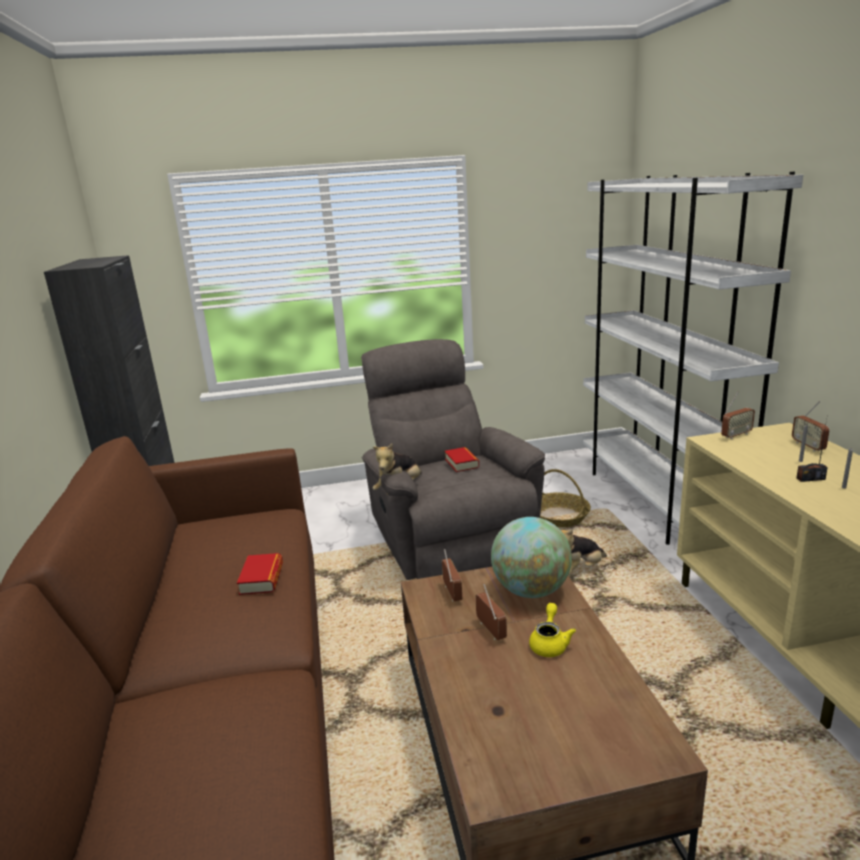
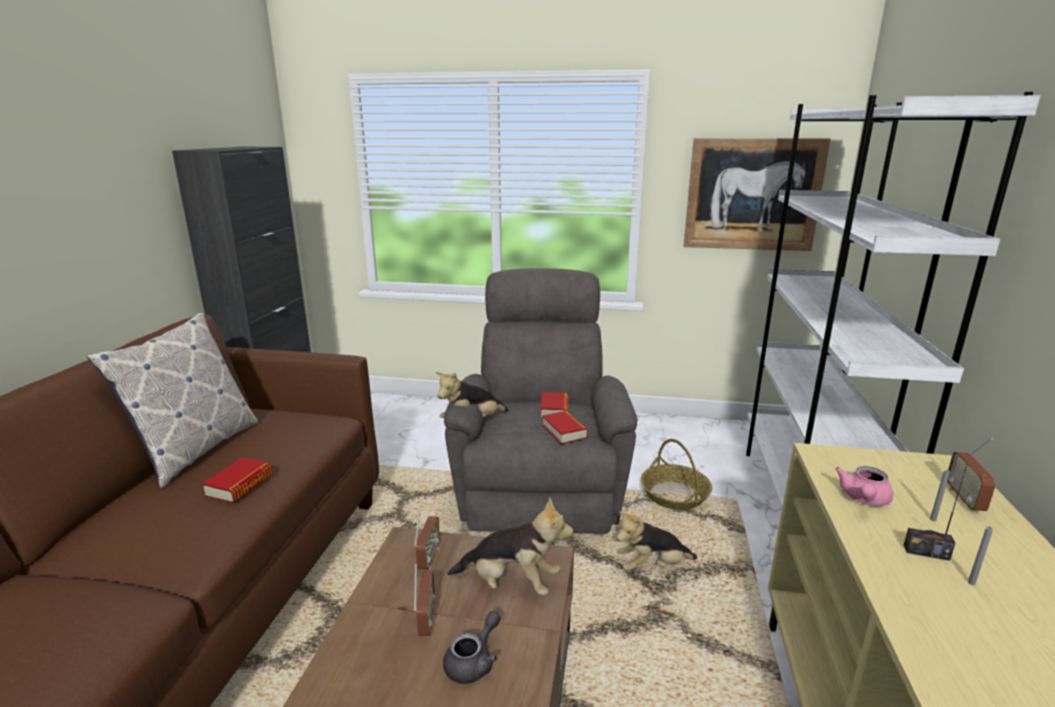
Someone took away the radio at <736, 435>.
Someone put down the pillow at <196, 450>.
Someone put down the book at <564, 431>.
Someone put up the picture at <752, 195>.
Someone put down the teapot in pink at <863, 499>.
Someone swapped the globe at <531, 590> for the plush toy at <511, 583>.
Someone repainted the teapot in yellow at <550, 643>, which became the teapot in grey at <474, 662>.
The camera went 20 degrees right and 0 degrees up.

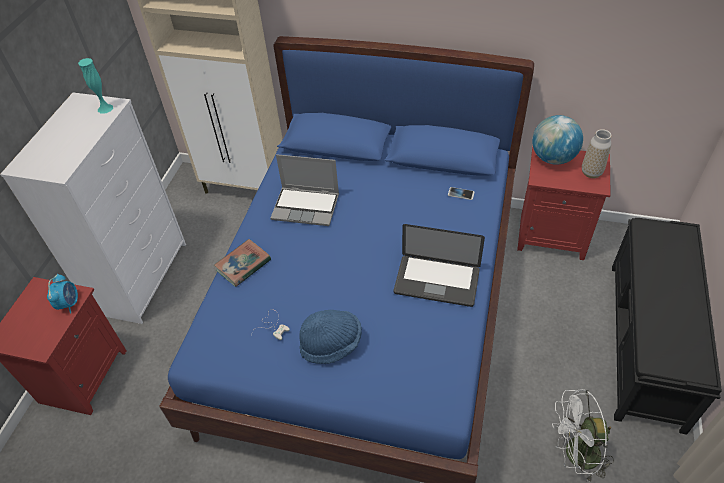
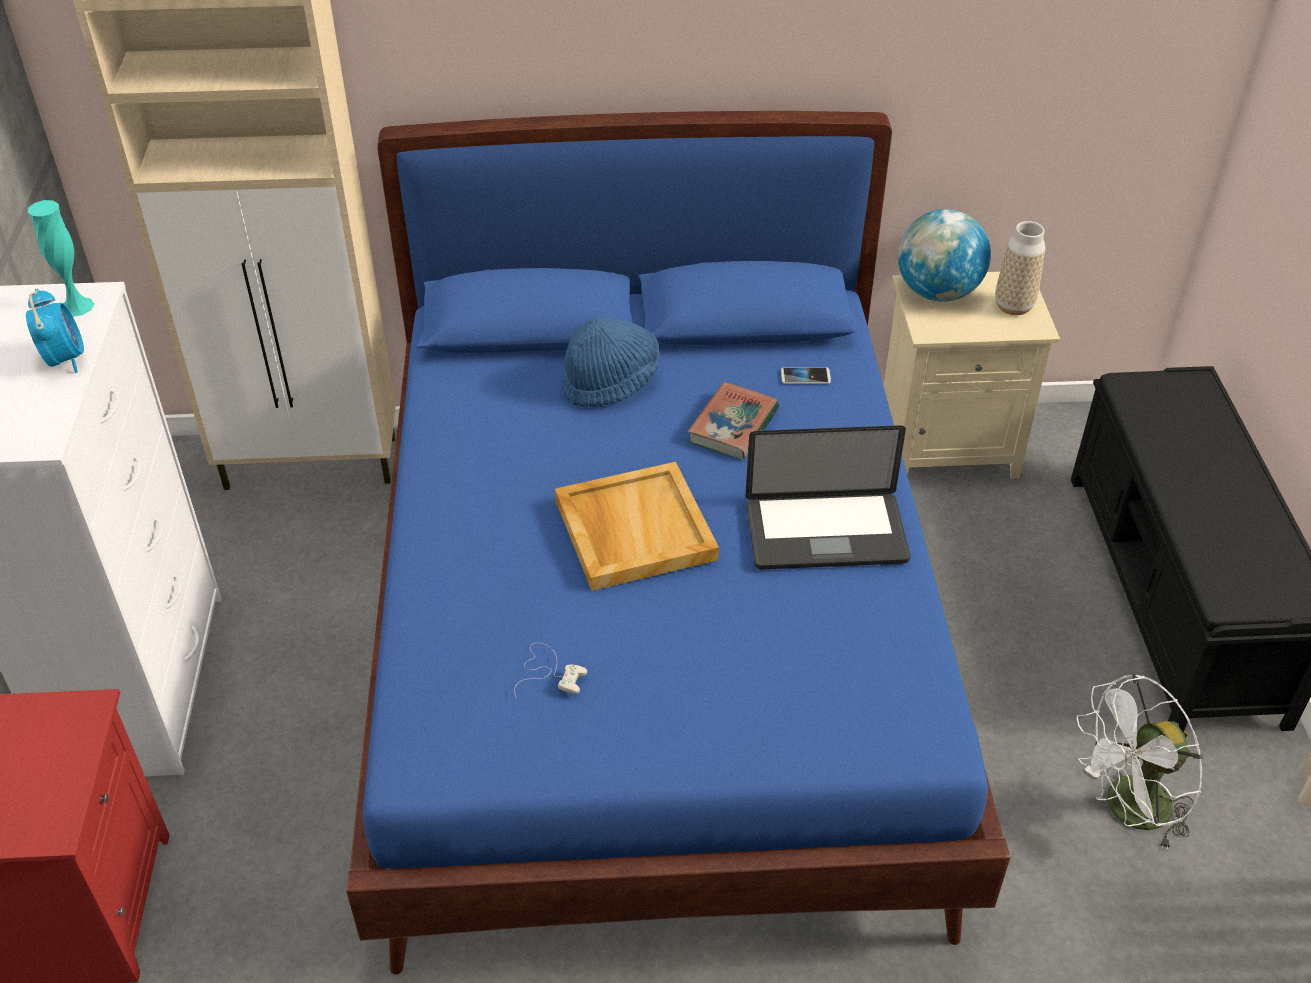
Someone took away the laptop at <307, 207>.
Someone put down the tray in beige at <633, 529>.
Someone carried the alarm clock from <69, 303> to <65, 359>.
Someone carried the book from <243, 265> to <733, 426>.
Someone carried the hat in blue from <331, 344> to <611, 382>.
Someone repainted the nightstand in red at <552, 235>, which became the nightstand in beige at <949, 445>.
The camera went 20 degrees left and 5 degrees down.

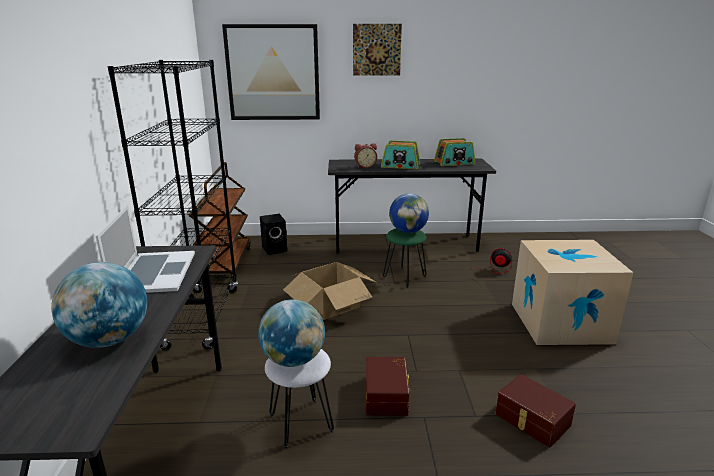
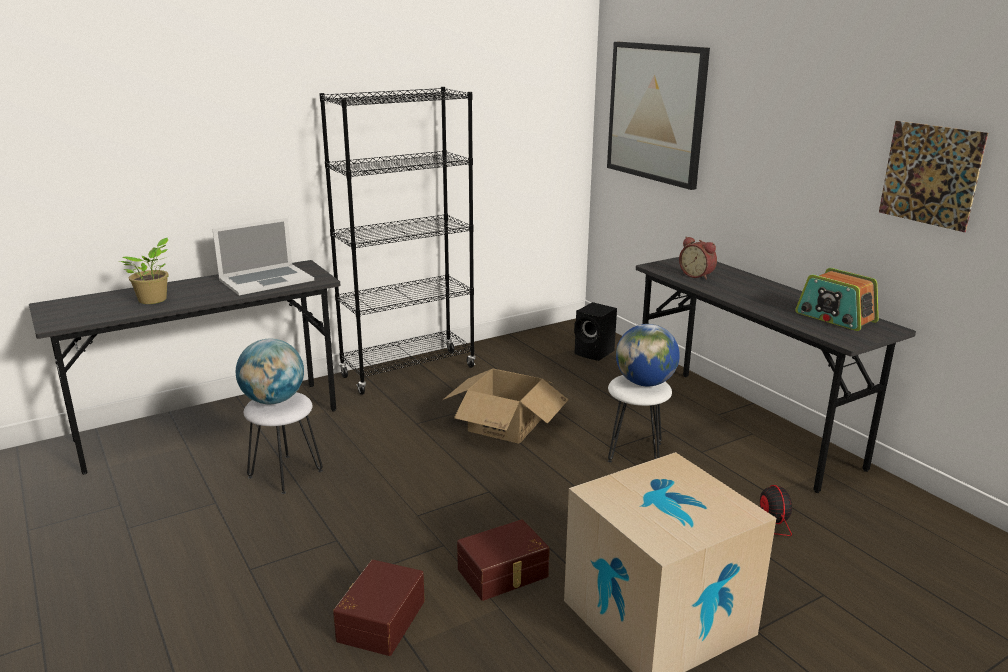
Someone took away the cart in brown at <225, 264>.
Someone took away the radio at <400, 166>.
Someone carried the picture from <376, 50> to <930, 175>.
Someone carried the storage box in brown from <387, 395> to <504, 574>.
Someone swapped the globe at <109, 340> for the potted plant at <154, 300>.
Someone repainted the stool in green at <404, 277>, which became the stool in white at <634, 452>.
The camera went 60 degrees right and 0 degrees up.

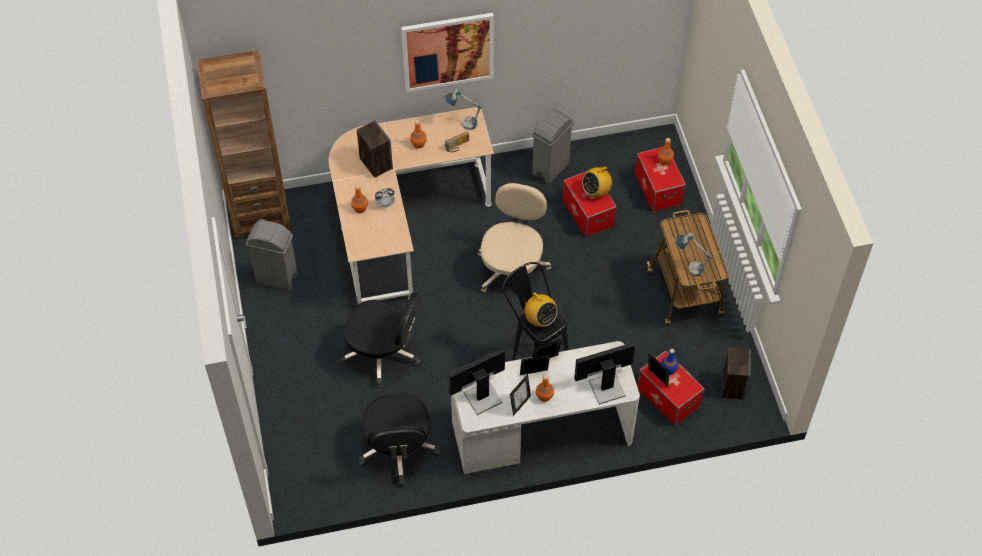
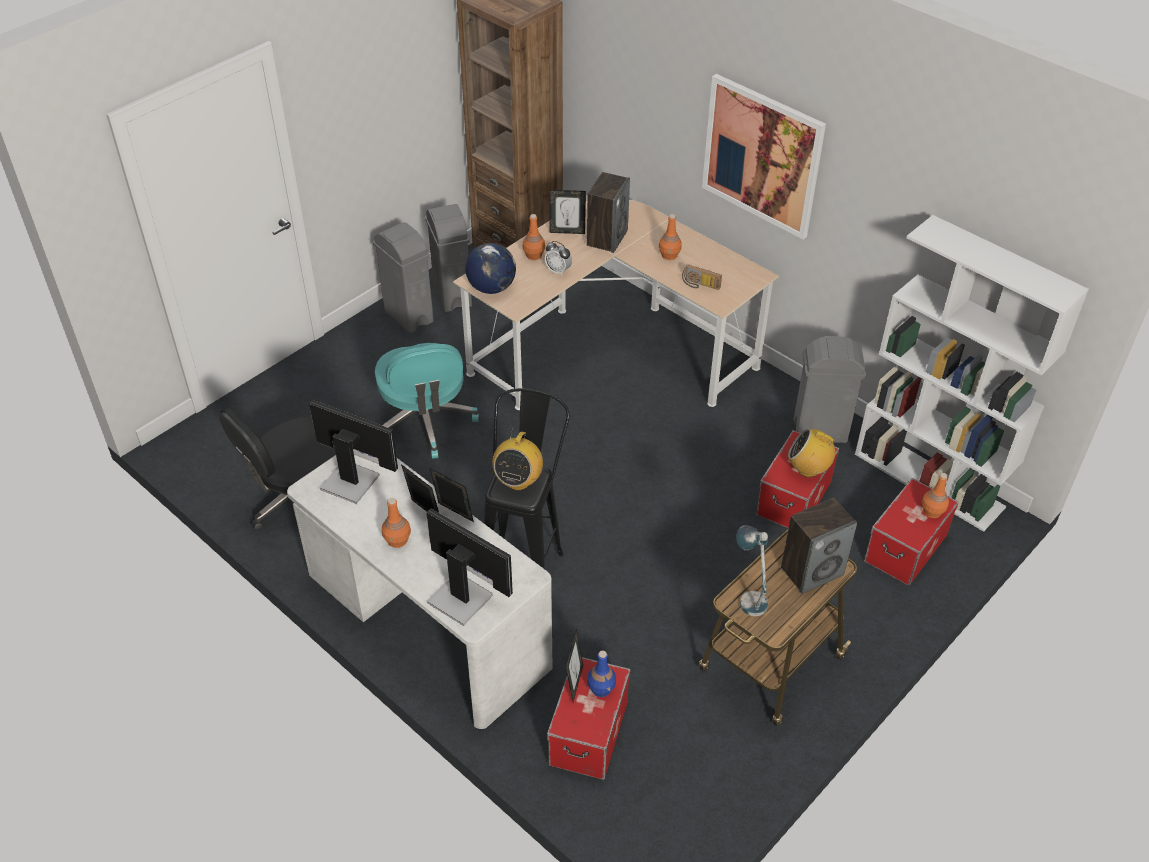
Someone took away the table lamp at <463, 123>.
Someone took away the office chair in beige at <512, 269>.
Someone put down the trash can in grey at <408, 316>.
Someone put down the globe at <491, 287>.
Someone put down the bookcase in white at <930, 480>.
Someone carried the picture frame from <520, 404> to <567, 231>.
Someone carried the speaker from <732, 386> to <812, 571>.
Someone repainted the office chair in black at <383, 353>, which became the office chair in turquoise at <425, 422>.
The camera went 55 degrees right and 10 degrees down.

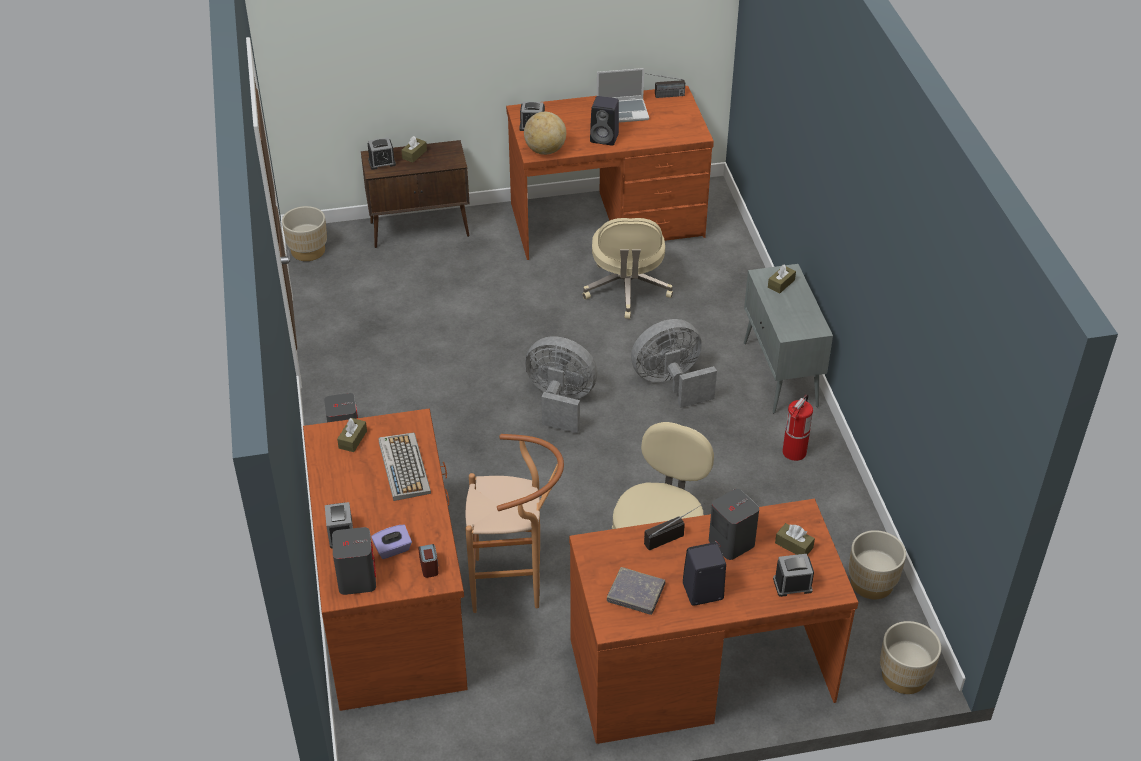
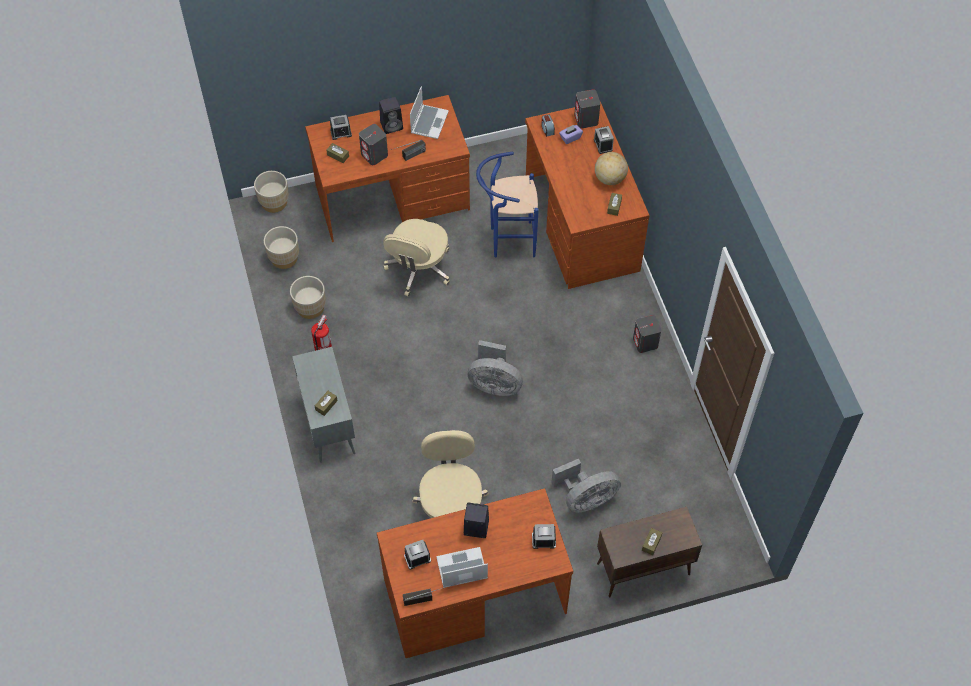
Someone took away the keyboard at <403, 466>.
Someone carried the planter in beige from <308, 251> to <310, 307>.
Someone carried the alarm clock from <382, 162> to <417, 558>.
Someone carried the globe from <545, 150> to <610, 178>.
Someone carried the fan in grey from <671, 383> to <585, 499>.
Someone swapped the book in grey at <635, 593> for the laptop at <429, 122>.
Someone repainted the stool in brown at <515, 585>, which became the stool in blue at <507, 241>.
The camera went 175 degrees right and 15 degrees up.

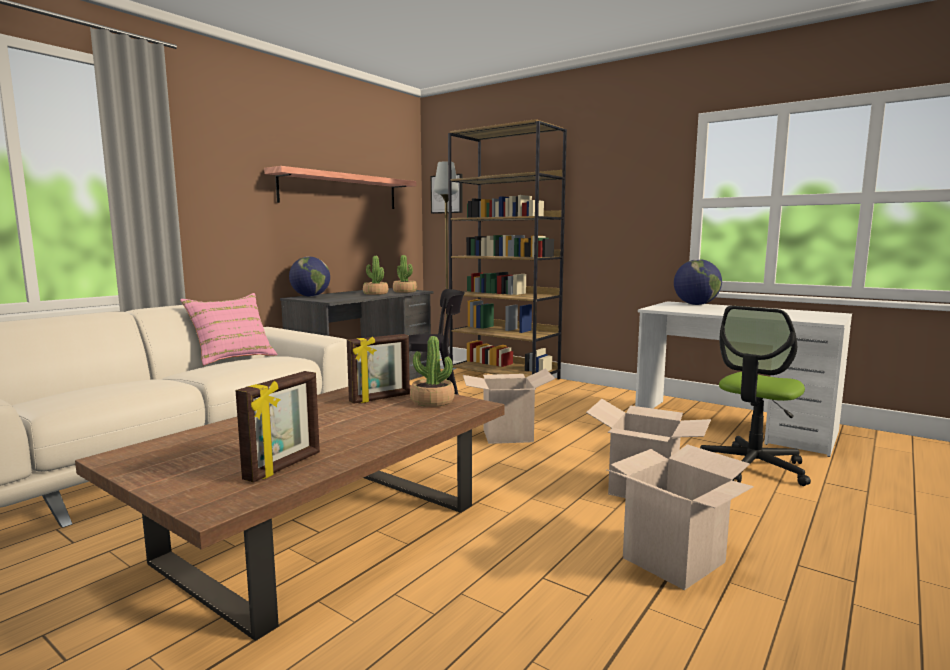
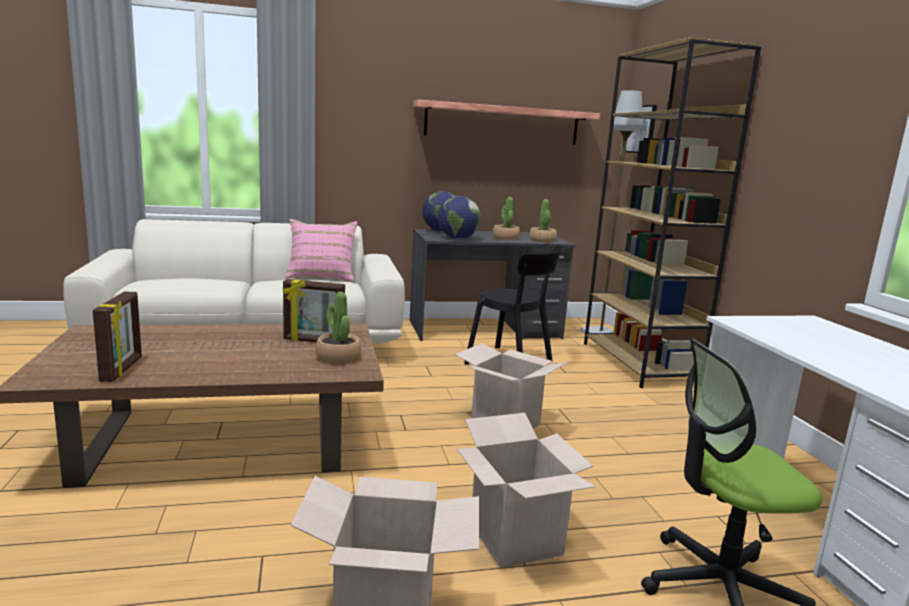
Someone carried the globe from <695, 304> to <458, 238>.
Someone rotated the picture frame at <284, 466> by 75 degrees counterclockwise.
The camera went 40 degrees right and 5 degrees up.

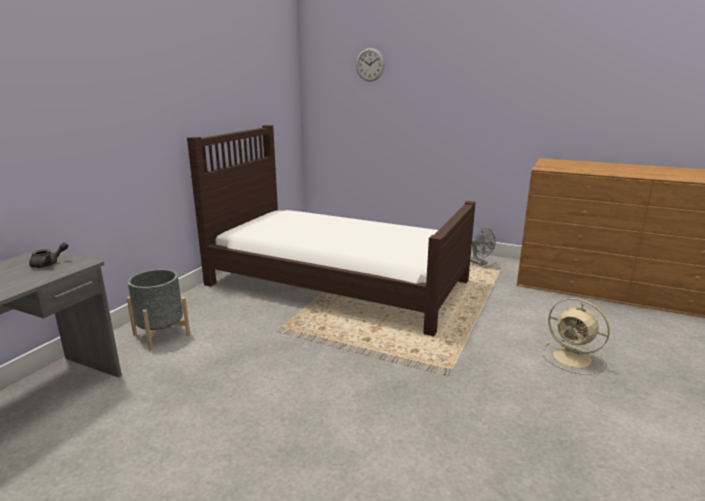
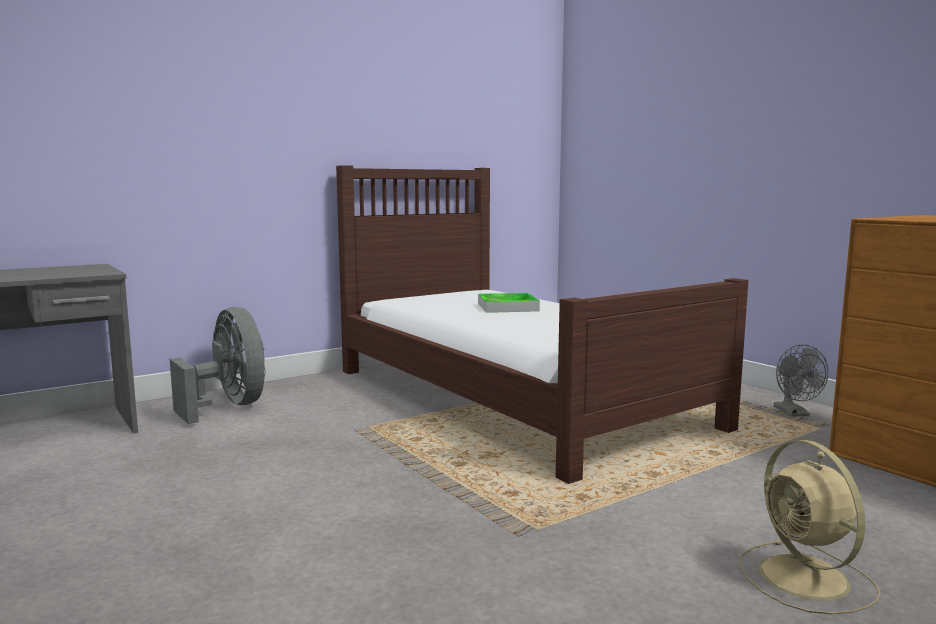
Someone took away the teapot in grey at <49, 264>.
Someone took away the wall clock at <370, 64>.
Someone put down the tray at <507, 307>.
Someone swapped the planter in grey at <161, 334> for the fan in grey at <229, 406>.
The camera went 30 degrees right and 10 degrees down.

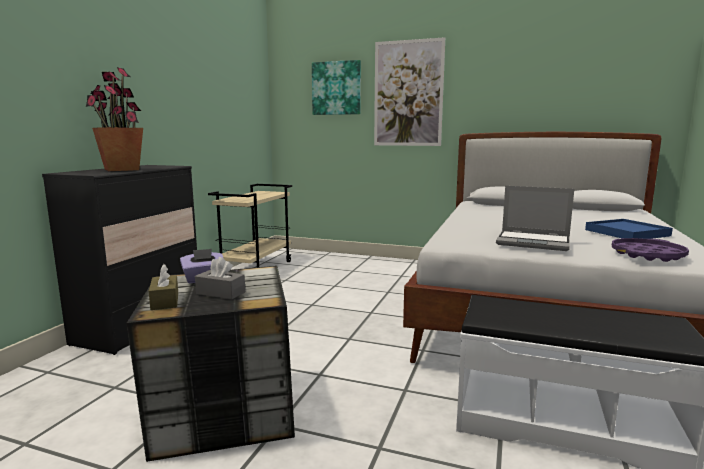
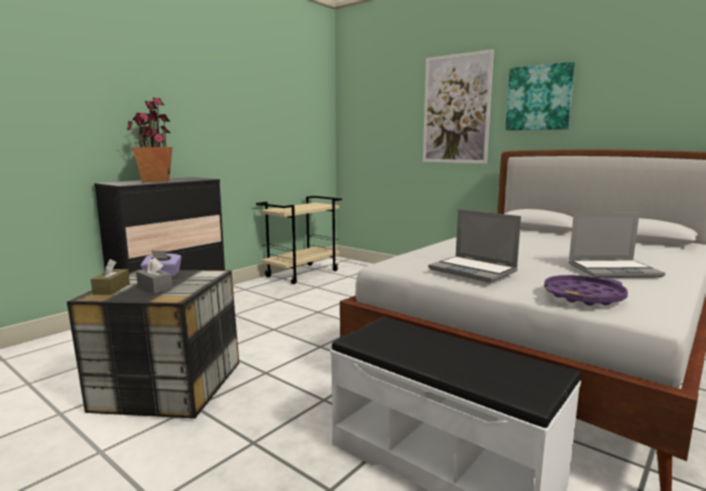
Someone carried the picture from <336, 88> to <539, 98>.
Someone swapped the tray in blue at <626, 233> for the laptop at <613, 270>.
The camera went 20 degrees right and 0 degrees up.

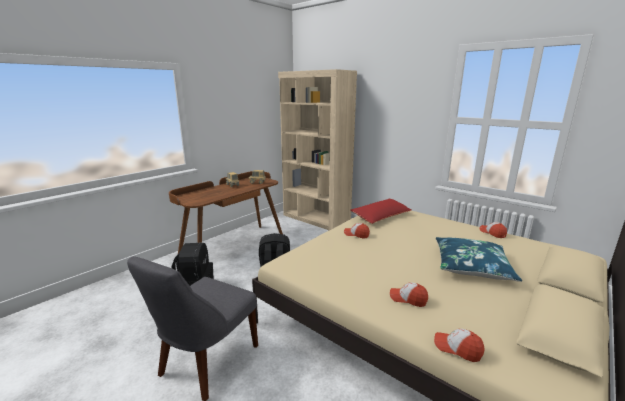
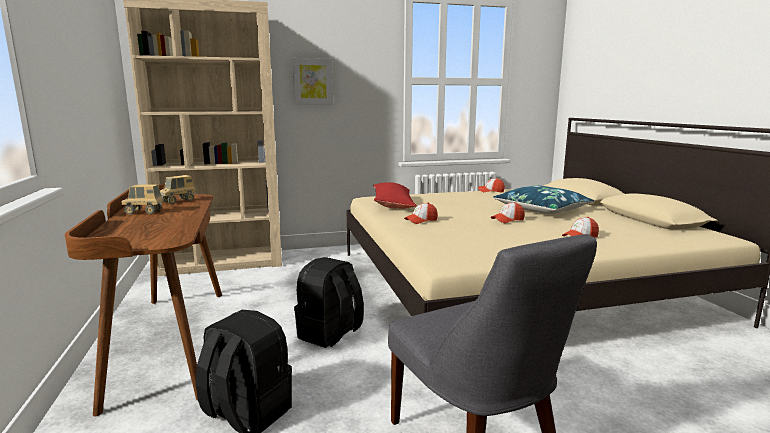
Someone put up the picture at <312, 81>.
Someone carried the cap from <457, 348> to <507, 220>.
The camera went 55 degrees left and 5 degrees down.

